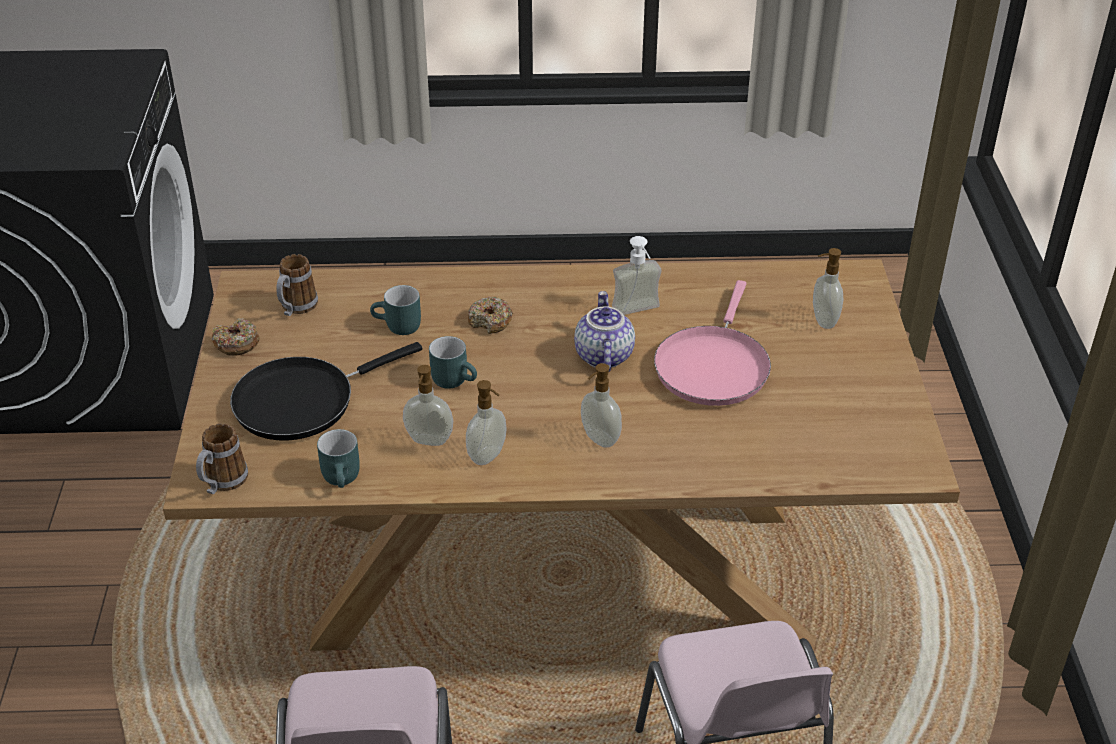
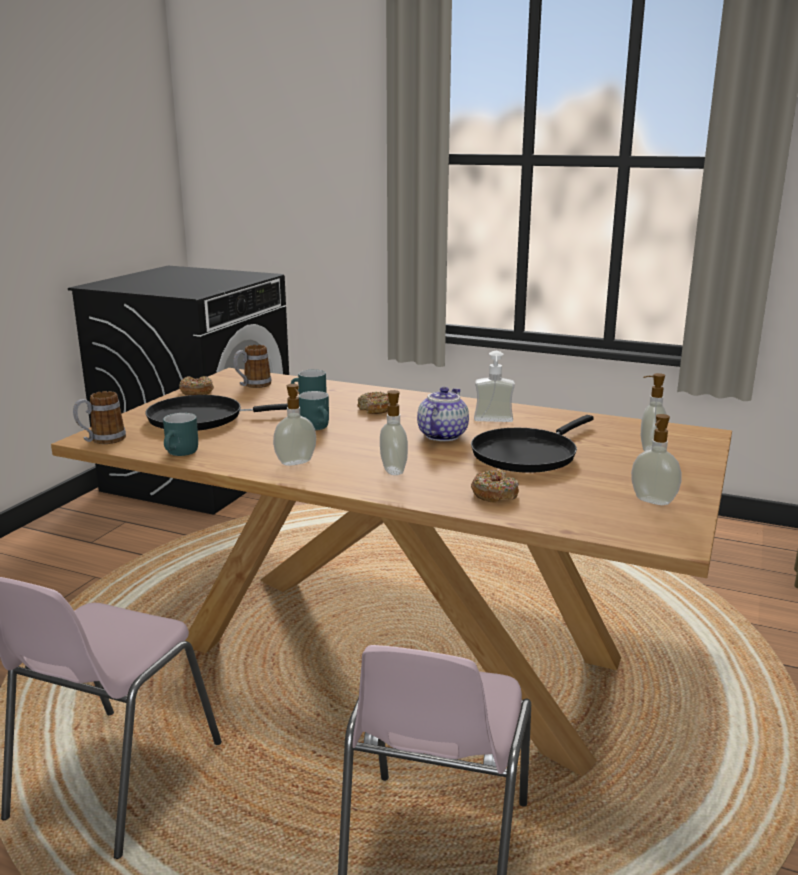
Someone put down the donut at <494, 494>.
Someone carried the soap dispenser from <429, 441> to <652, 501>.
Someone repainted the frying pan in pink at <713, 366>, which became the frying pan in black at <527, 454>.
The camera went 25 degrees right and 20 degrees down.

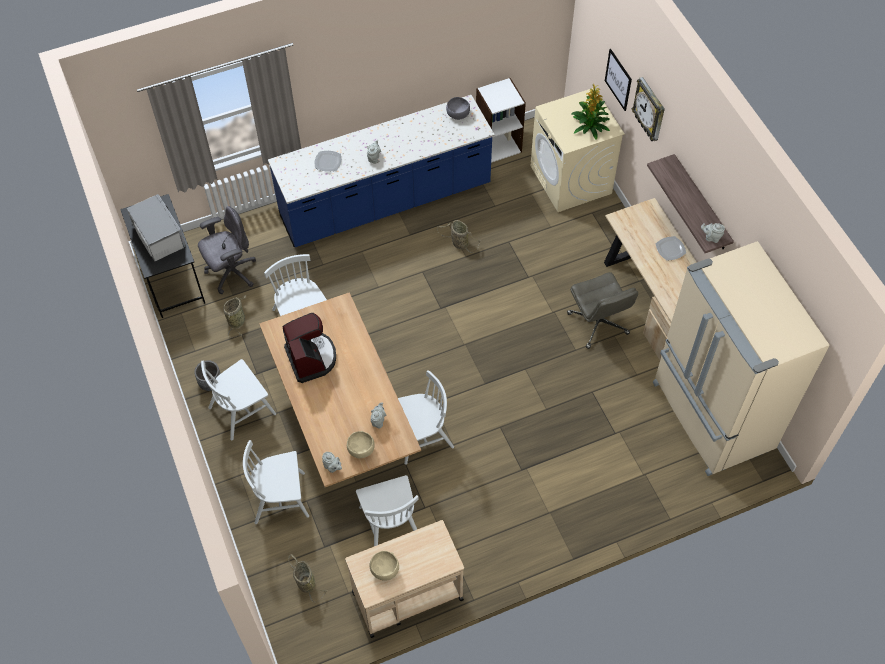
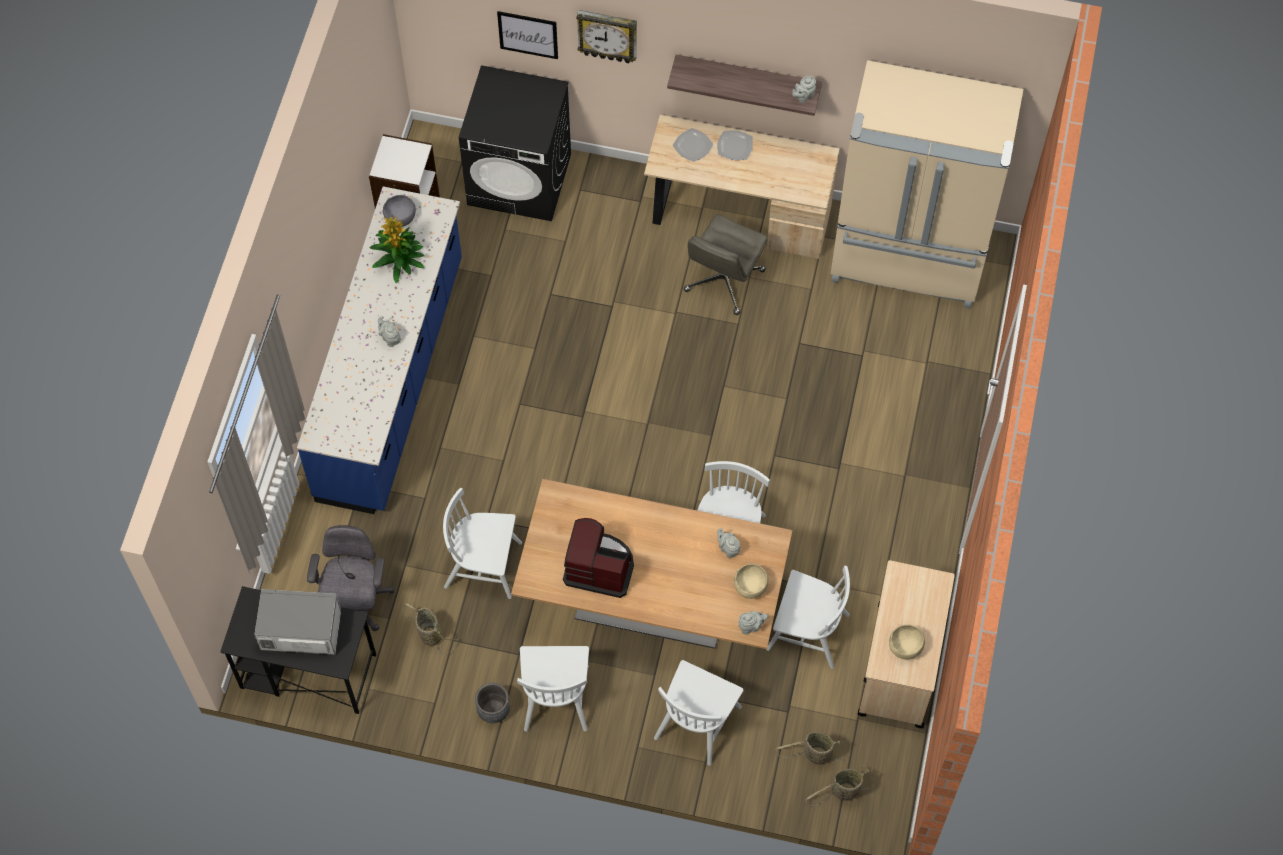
Someone carried the plate from <328, 161> to <692, 145>.
Someone carried the basket from <458, 243> to <843, 791>.
Someone carried the potted plant from <589, 126> to <398, 261>.
Someone repainted the washing machine in beige at <571, 180>, which became the washing machine in black at <520, 179>.
Someone rotated the office chair in grey at <598, 324> by 105 degrees clockwise.
The camera went 55 degrees left and 5 degrees up.

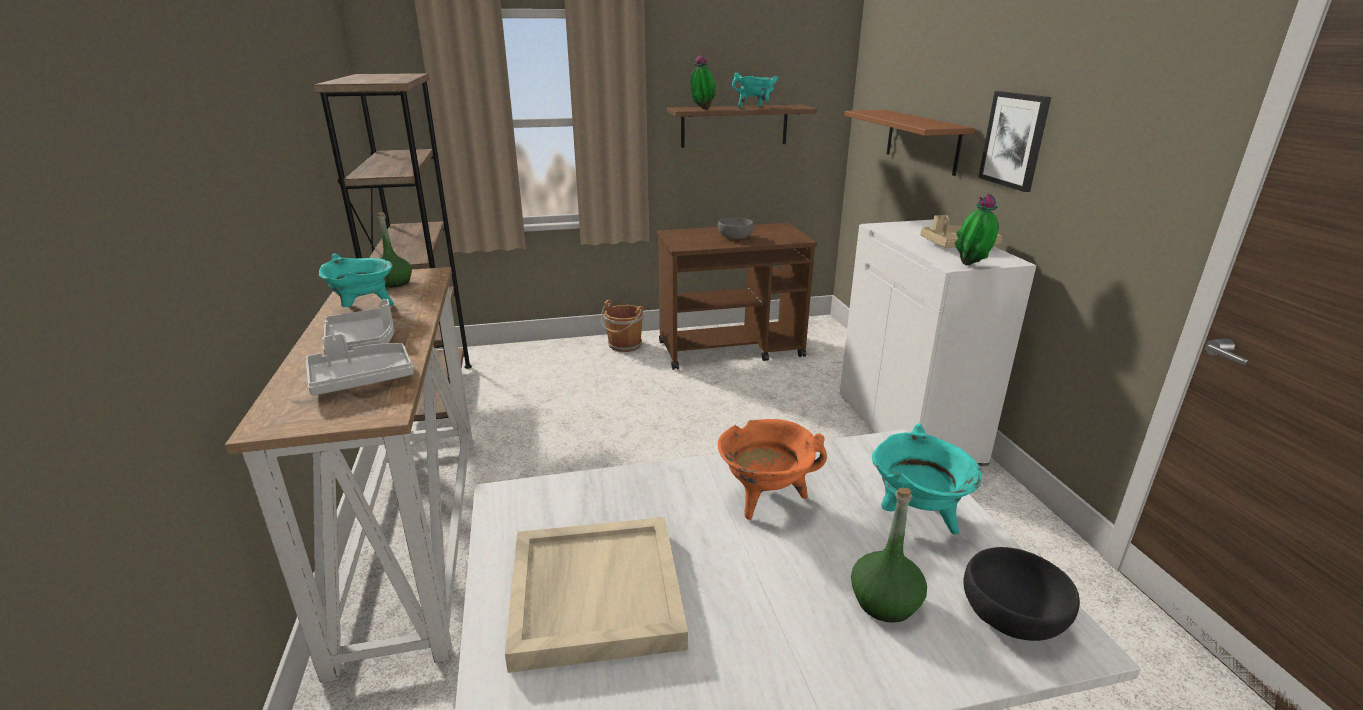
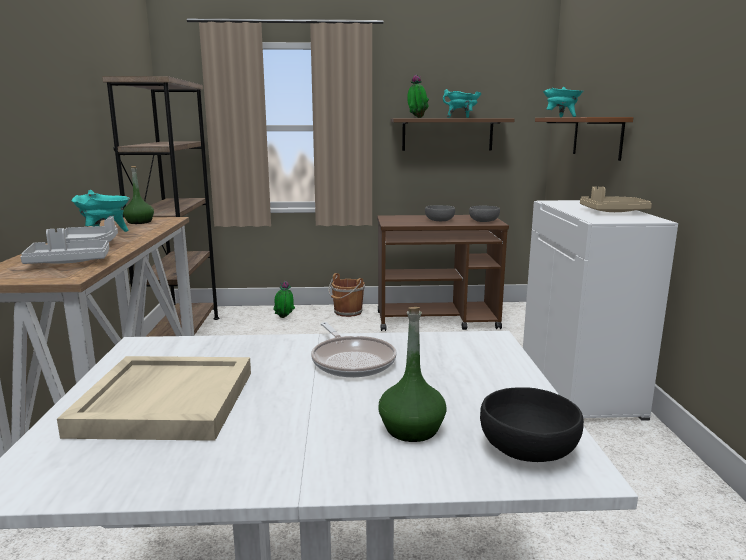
Someone took away the picture at <1014, 140>.
Someone put down the bowl in grey at <484, 221>.
Someone carried the cooking pot in turquoise from <916, 516> to <561, 117>.
Someone carried the potted plant from <971, 266> to <284, 318>.
Someone swapped the cooking pot in orange at <765, 498> for the frying pan at <351, 361>.
The camera went 10 degrees right and 10 degrees down.

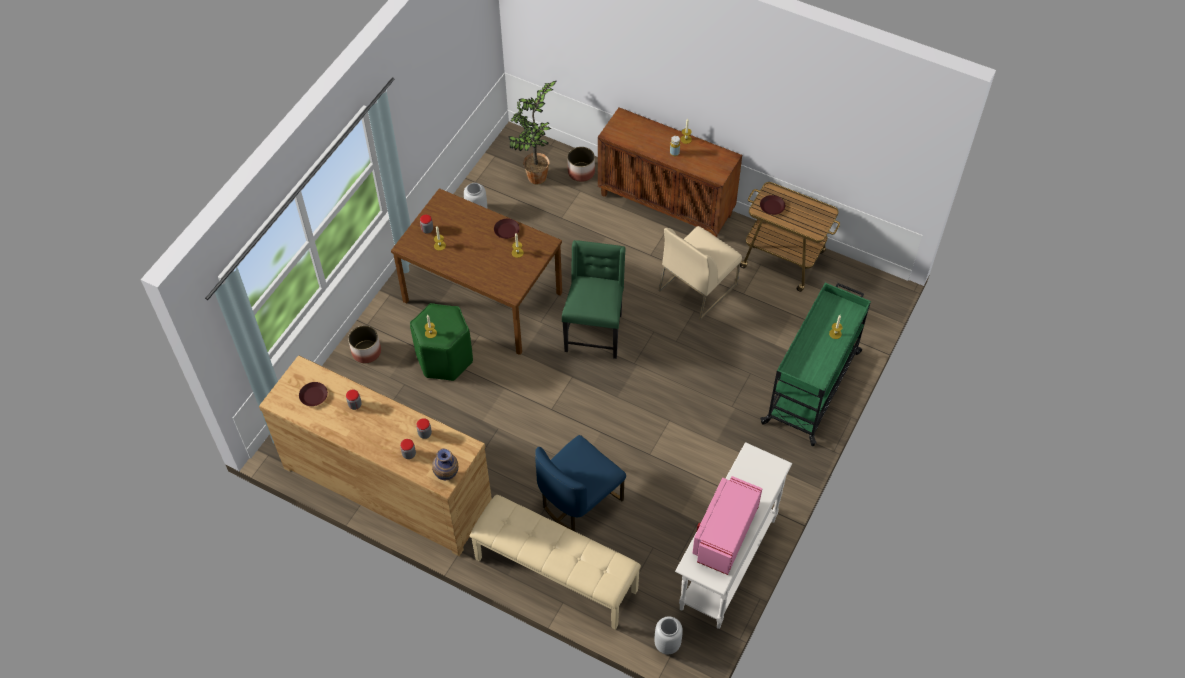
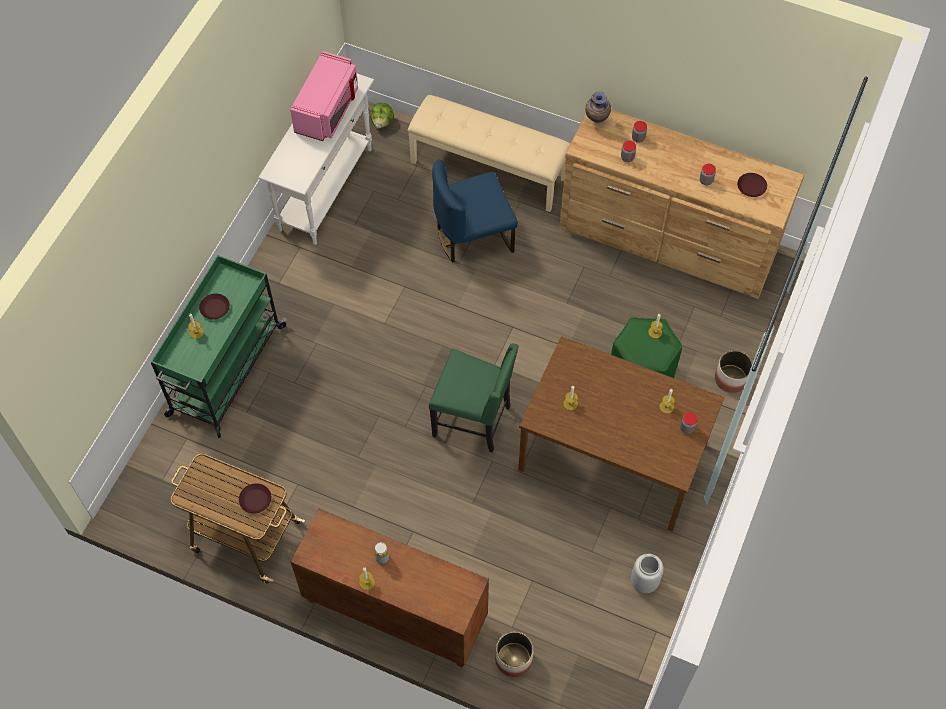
Someone took away the potted plant at <536, 179>.
Someone took away the chair in beige at <698, 287>.
Someone carried the plate in brown from <506, 230> to <215, 308>.
Someone swapped the vase in grey at <667, 644> for the lettuce at <382, 122>.
Someone rotated the chair in blue at <579, 500> by 150 degrees counterclockwise.
Someone rotated the chair in green at <594, 332> by 75 degrees counterclockwise.
The camera went 175 degrees right and 5 degrees up.

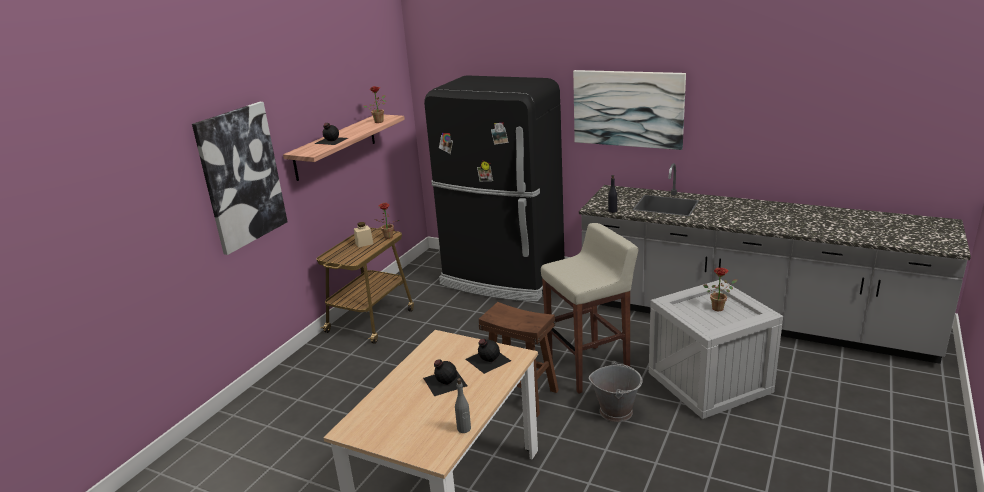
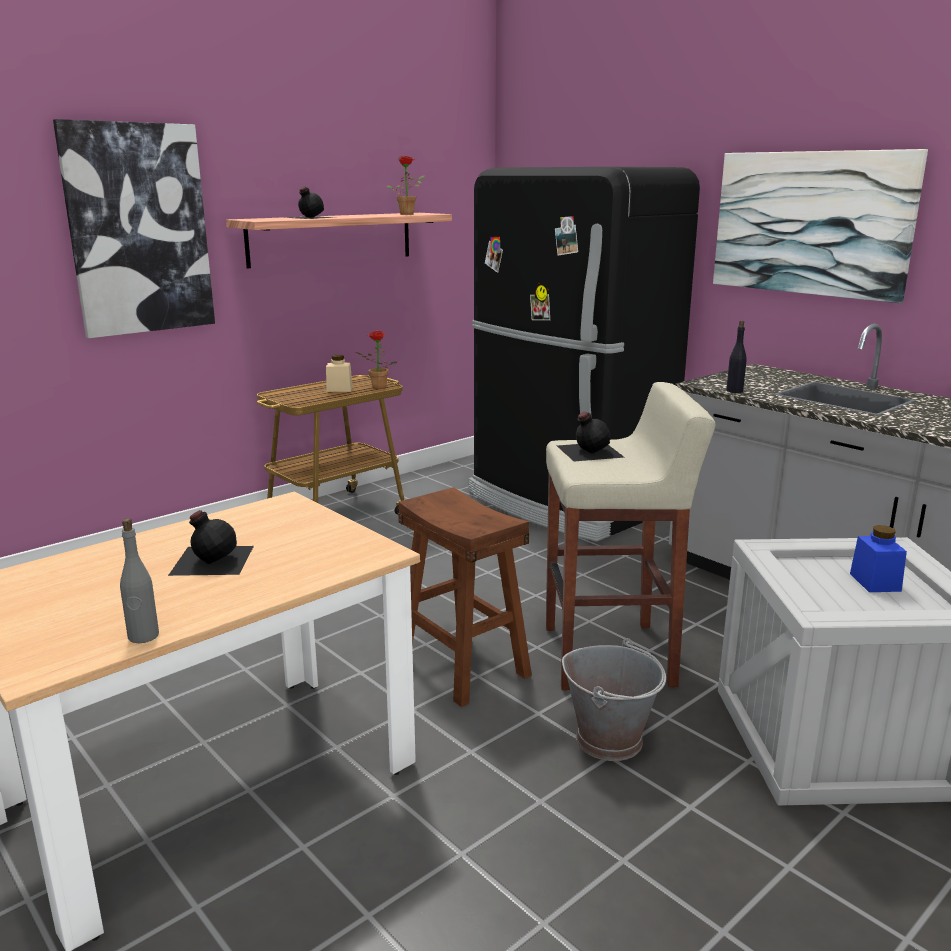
Someone carried the bottle in black from <487, 360> to <588, 451>.
Someone swapped the potted plant at <719, 308> for the jar in blue at <875, 582>.
The camera went 20 degrees right and 5 degrees down.

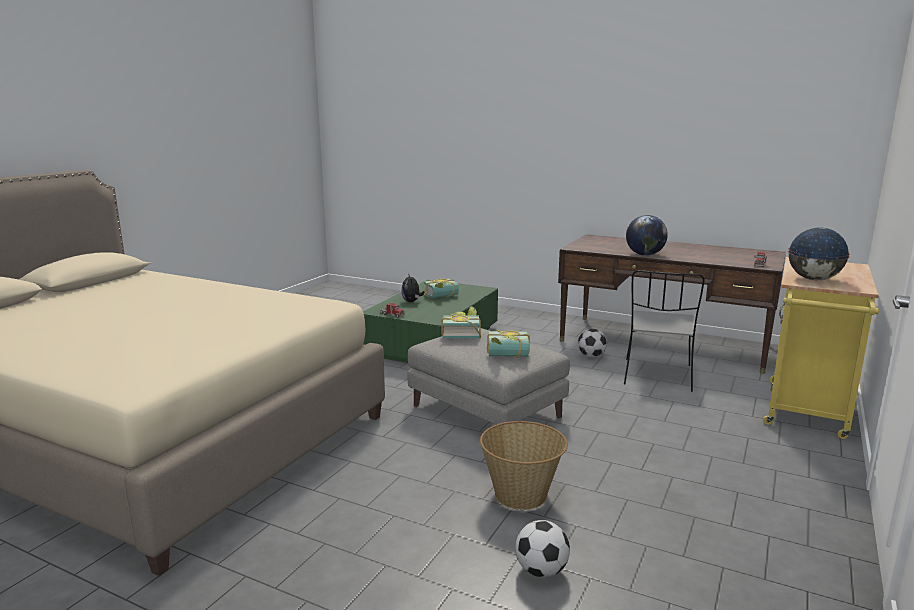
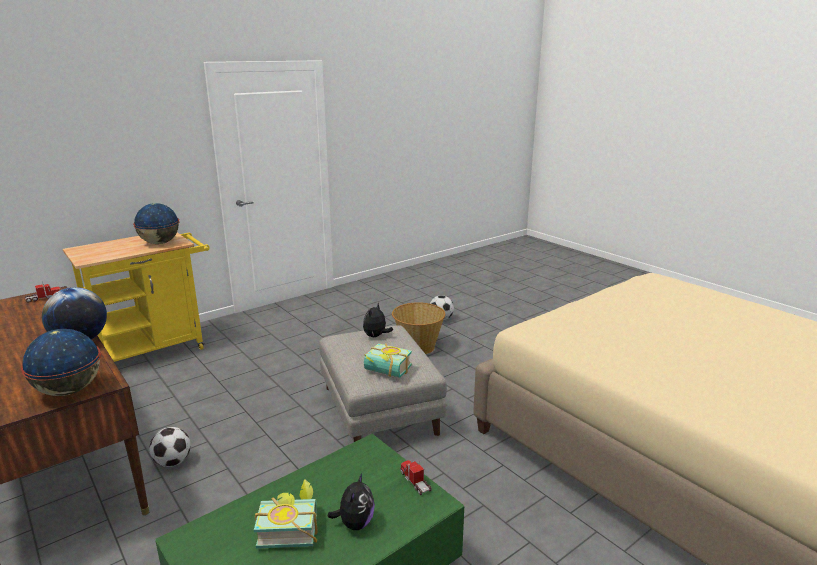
Someone took away the chair in grey at <657, 376>.
Someone put down the globe at <69, 390>.
Someone swapped the book at <508, 356> for the plush toy at <376, 336>.
The camera went 155 degrees left and 5 degrees up.

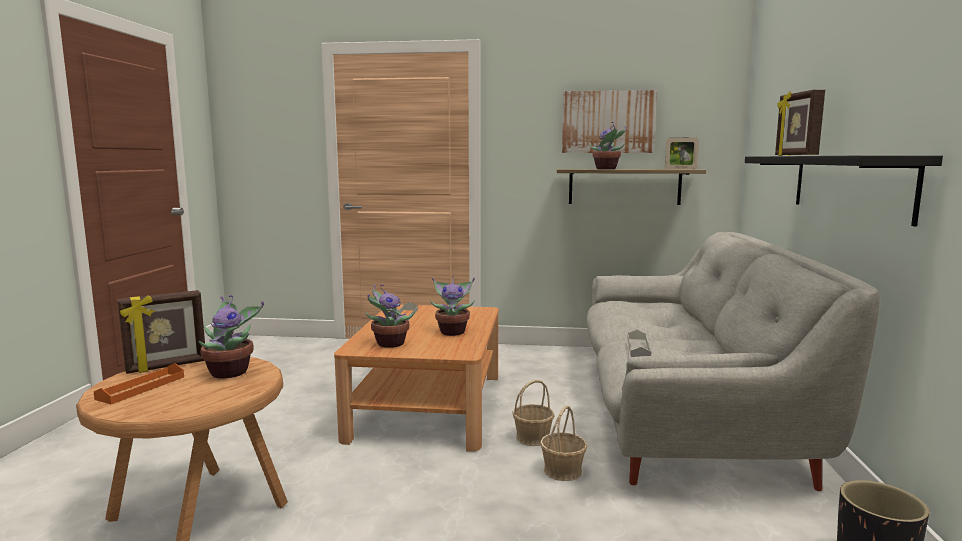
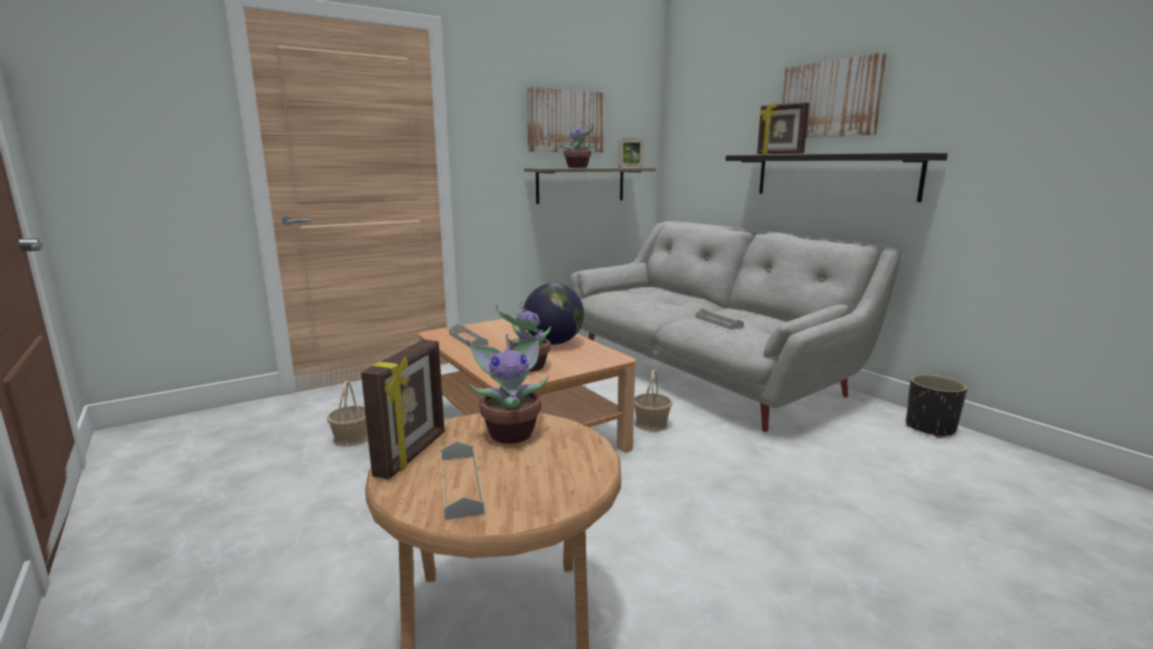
Someone put up the picture at <829, 99>.
Someone carried the basket from <563, 471> to <352, 438>.
Someone swapped the potted plant at <453, 332> for the globe at <553, 343>.
Someone repainted the tray in orange at <141, 388>, which became the tray in grey at <460, 484>.
The camera went 40 degrees left and 5 degrees up.

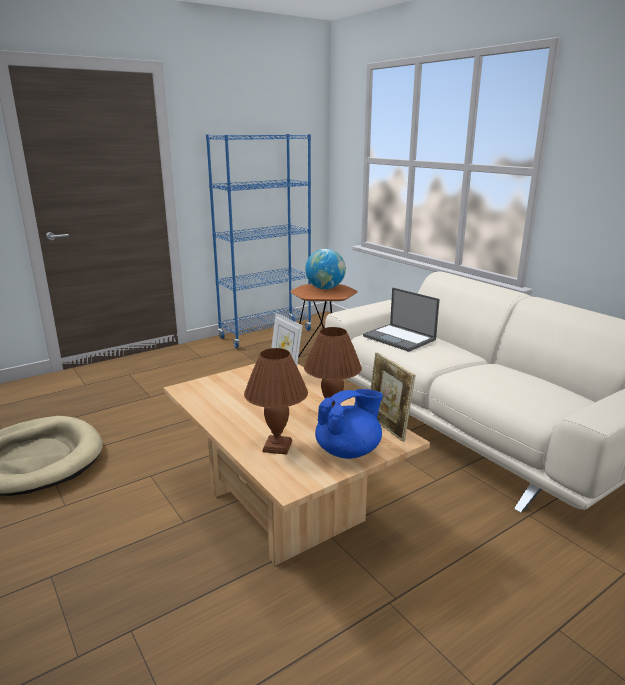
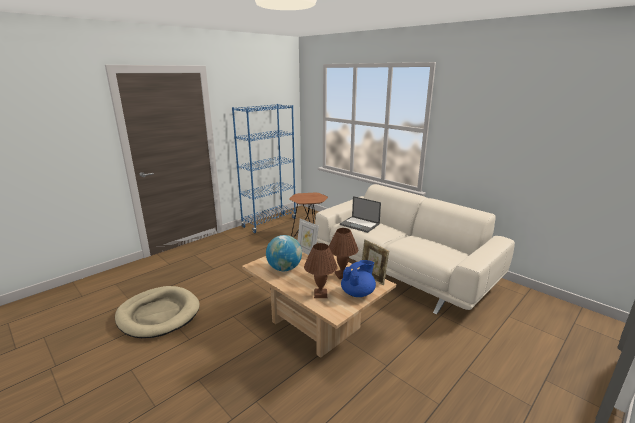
Someone carried the globe from <325, 288> to <284, 268>.
The camera went 10 degrees left and 0 degrees up.

